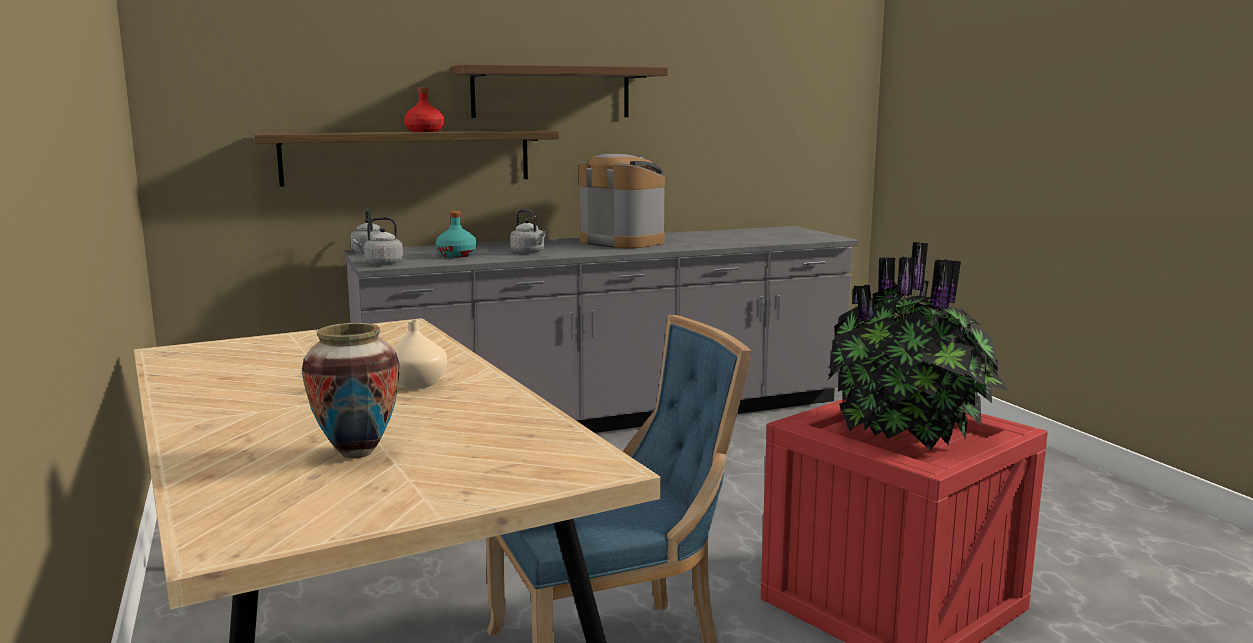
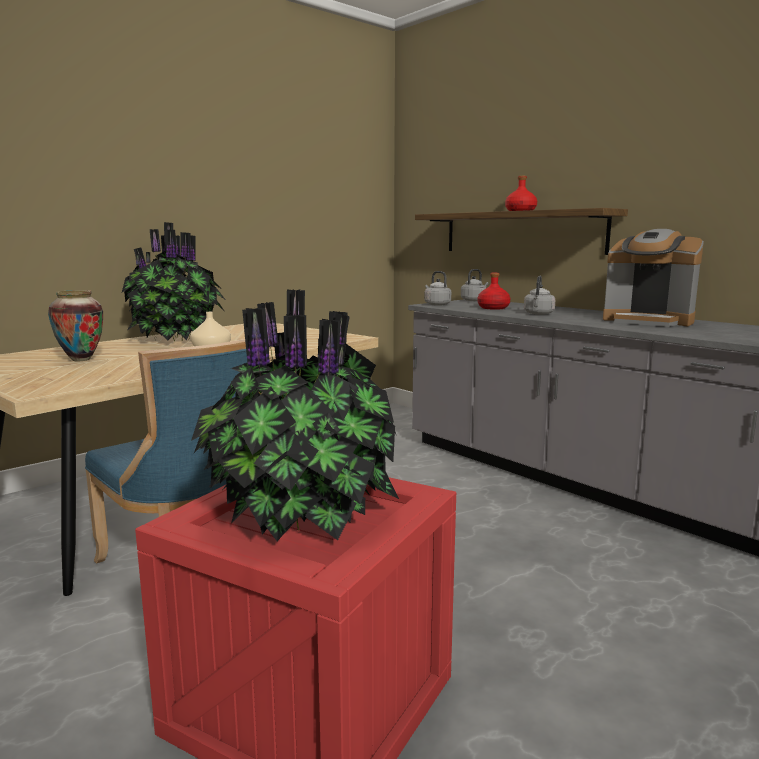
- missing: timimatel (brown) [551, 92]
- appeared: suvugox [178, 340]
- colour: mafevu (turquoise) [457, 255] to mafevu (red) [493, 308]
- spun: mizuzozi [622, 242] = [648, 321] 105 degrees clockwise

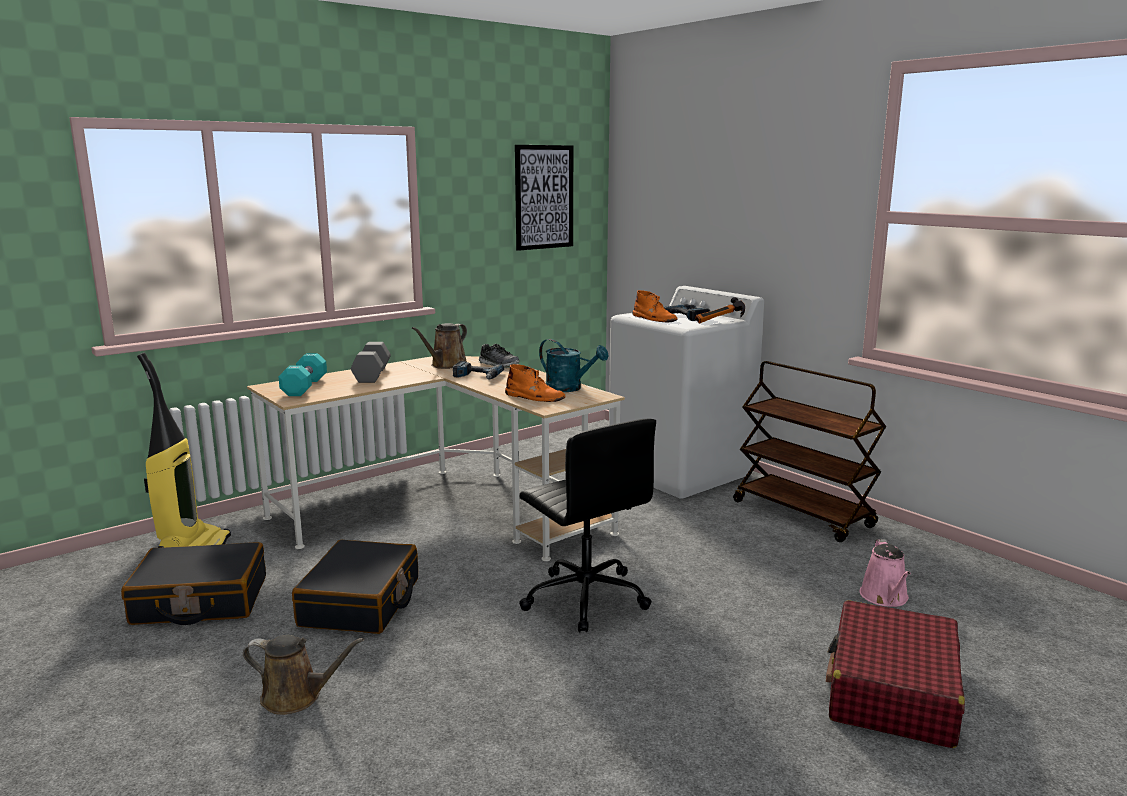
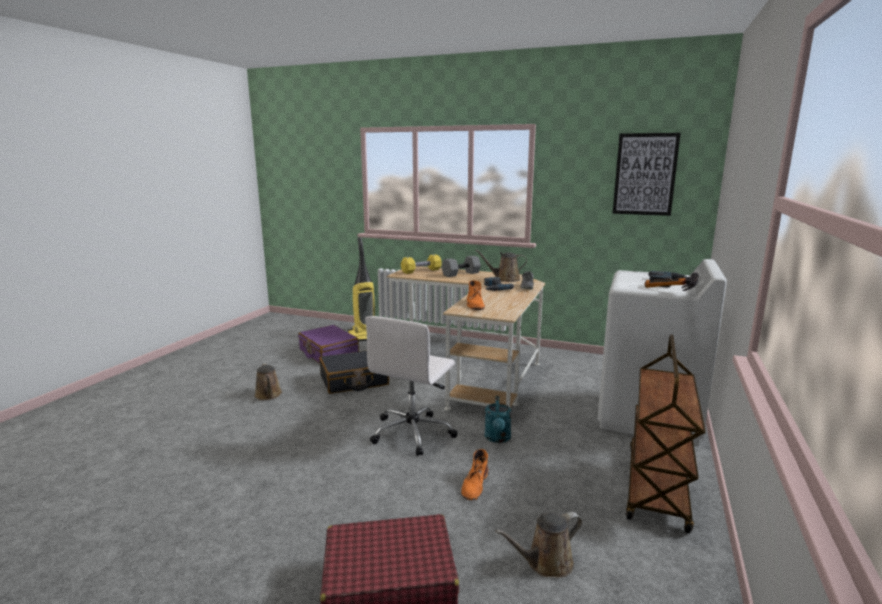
- relocated: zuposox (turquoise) [569, 388] to [498, 438]
- relocated: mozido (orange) [654, 318] to [475, 485]
- colour: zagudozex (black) [200, 601] to zagudozex (purple) [328, 353]
- colour: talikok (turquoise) [304, 387] to talikok (yellow) [421, 271]
- colour: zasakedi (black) [585, 597] to zasakedi (white) [413, 433]
- colour: zuposox (pink) [885, 598] to zuposox (brown) [545, 563]

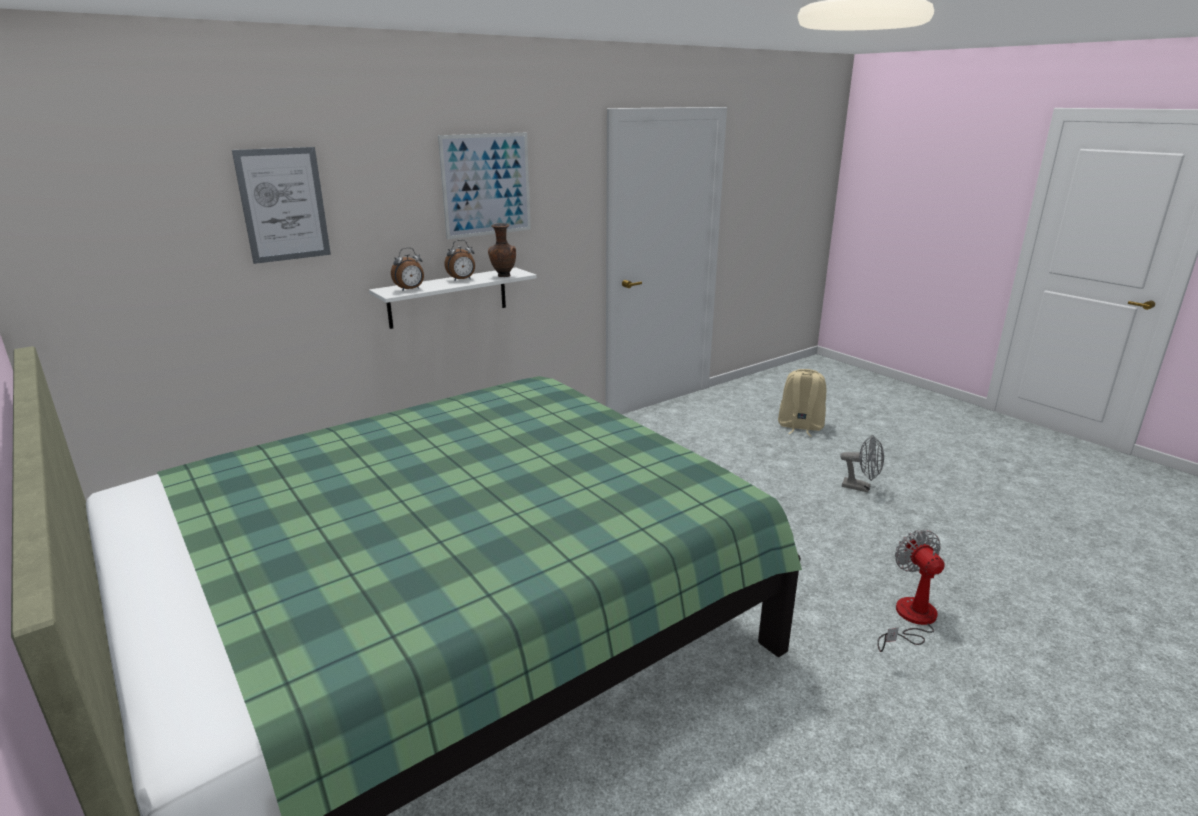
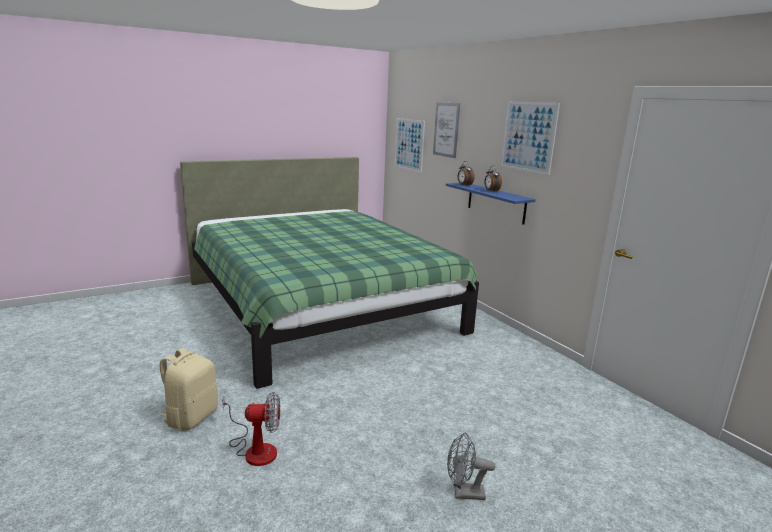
- missing: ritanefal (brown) [503, 276]
- appeared: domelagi [409, 144]
- relocated: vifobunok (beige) [800, 427] to [191, 417]
- colour: timimatel (white) [448, 297] to timimatel (blue) [496, 202]
- spun: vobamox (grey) [860, 487] = [464, 493] 60 degrees clockwise

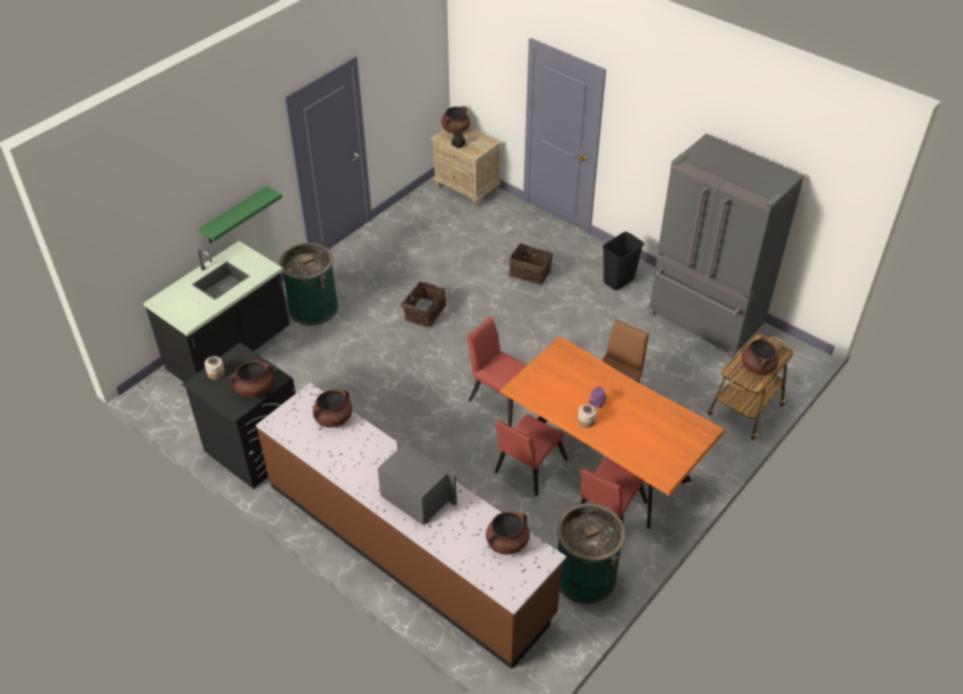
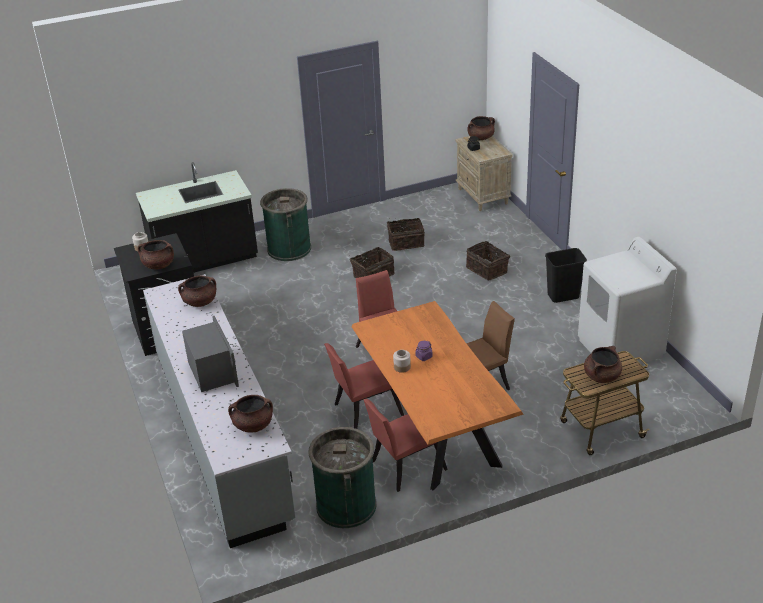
- missing: timimatel (green) [235, 216]
- appeared: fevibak [406, 242]
- exchanged: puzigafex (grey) [704, 320] to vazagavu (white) [620, 348]
- colour: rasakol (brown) [408, 548] to rasakol (grey) [222, 434]

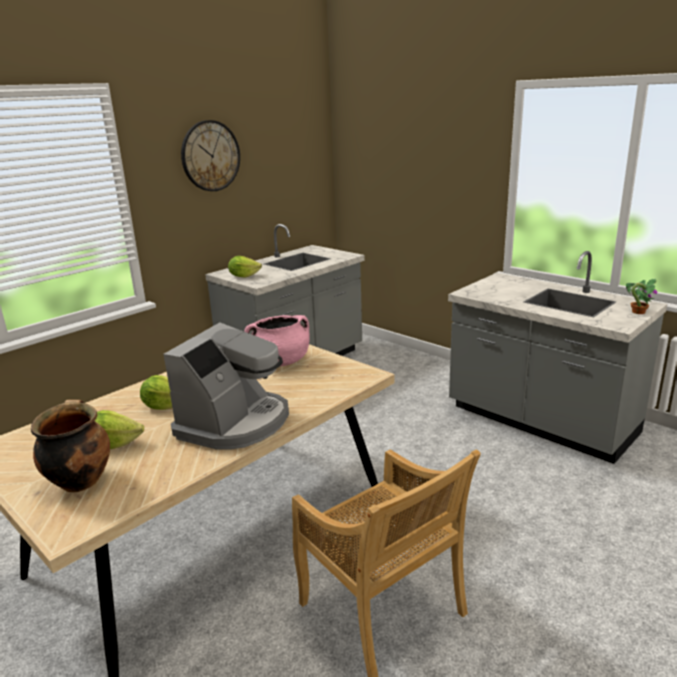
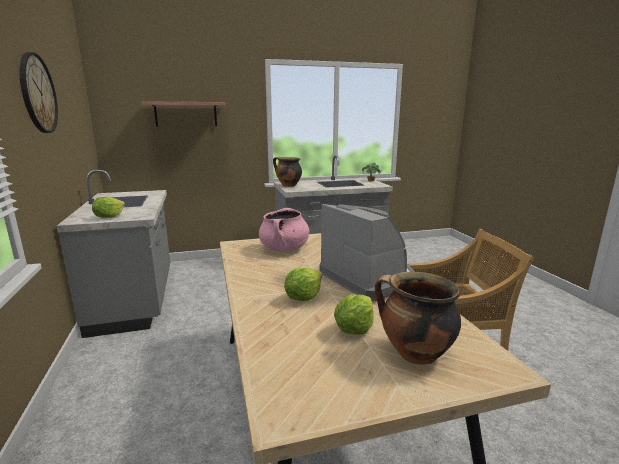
- appeared: timimatel [186, 114]
- appeared: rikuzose [288, 185]

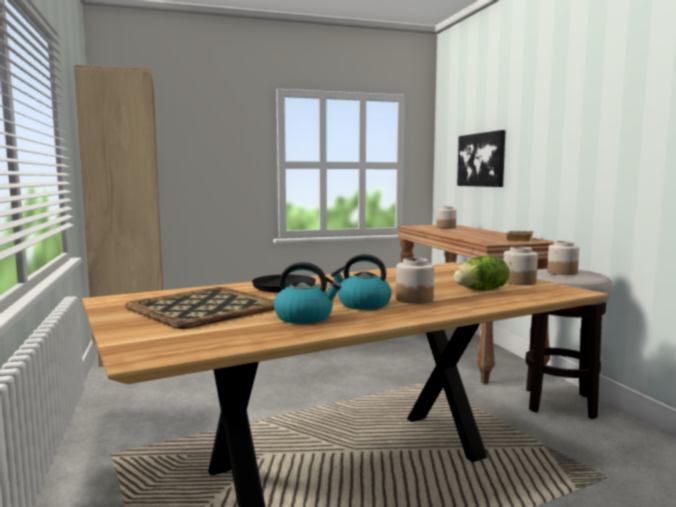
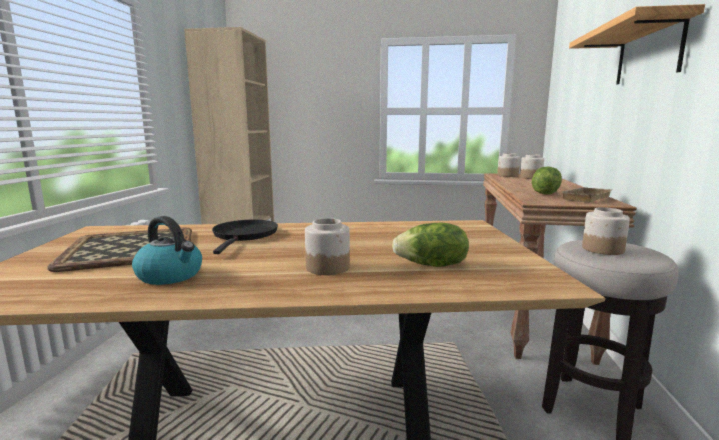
- missing: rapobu [363, 304]
- missing: domelagi [481, 160]
- appeared: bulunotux [545, 193]
- appeared: timimatel [648, 52]
- relocated: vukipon [519, 282] to [507, 175]

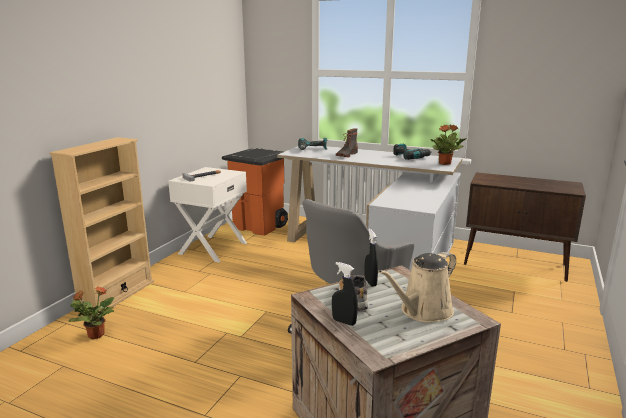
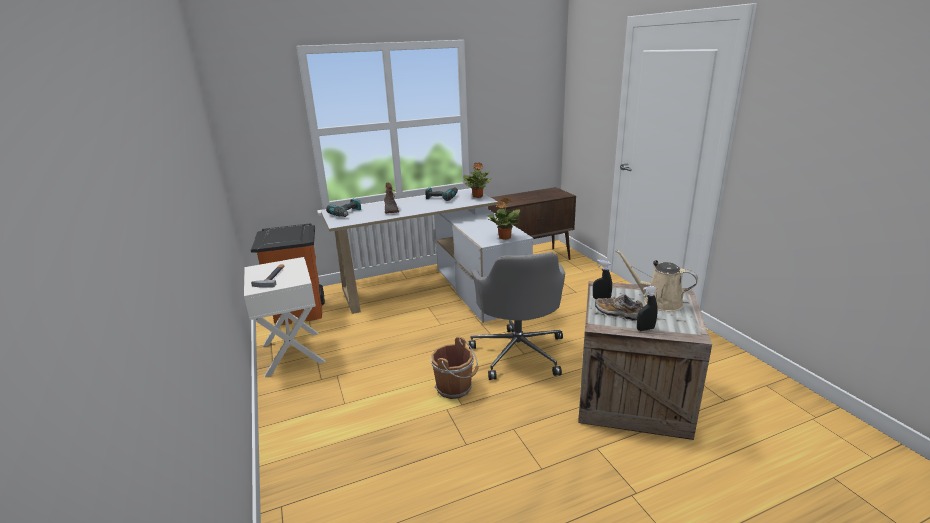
- missing: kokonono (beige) [117, 295]
- appeared: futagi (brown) [455, 388]
- relocated: suvugox [95, 335] to [504, 238]
- spun: zuposox (beige) [423, 312] = [658, 301] 120 degrees clockwise

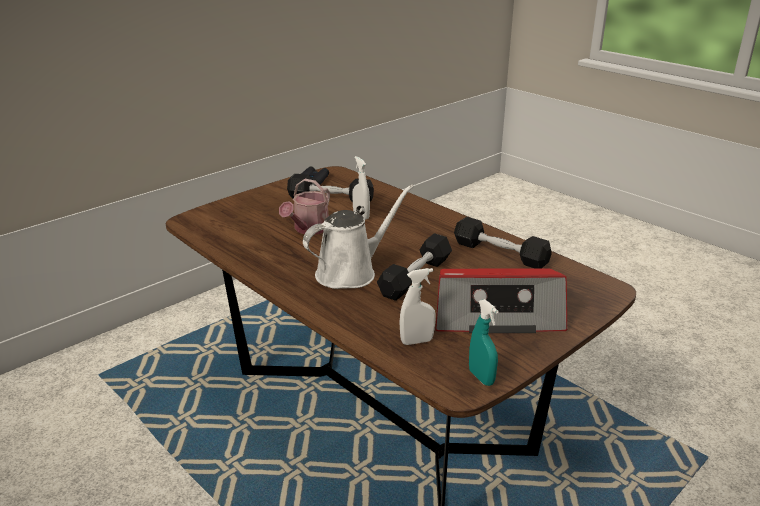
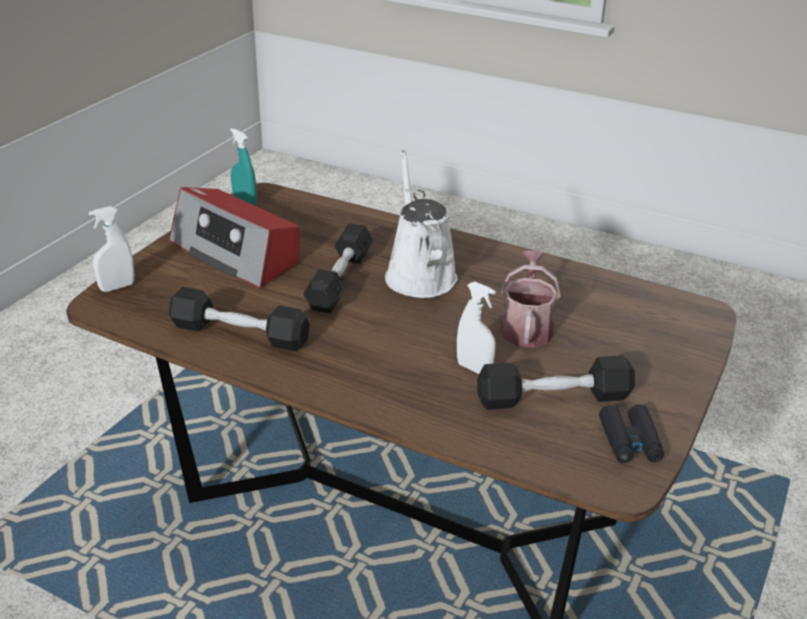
- relocated: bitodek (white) [417, 341] to [117, 287]
- spun: zuposox (white) [351, 272] = [419, 274] 135 degrees clockwise
- spun: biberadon [497, 315] = [236, 253] 120 degrees counterclockwise

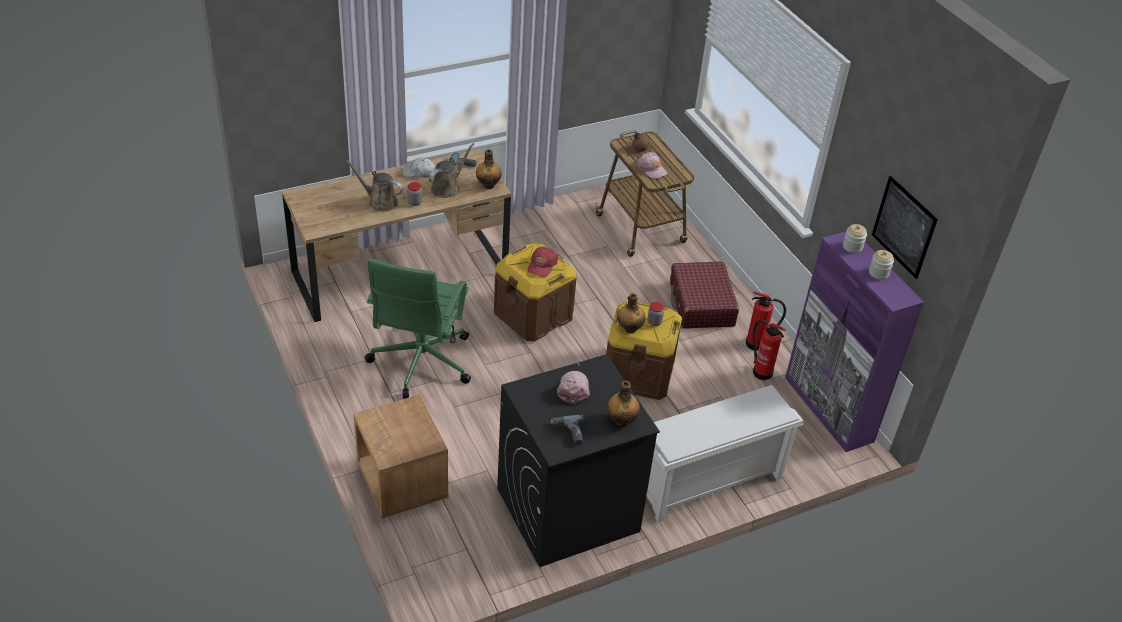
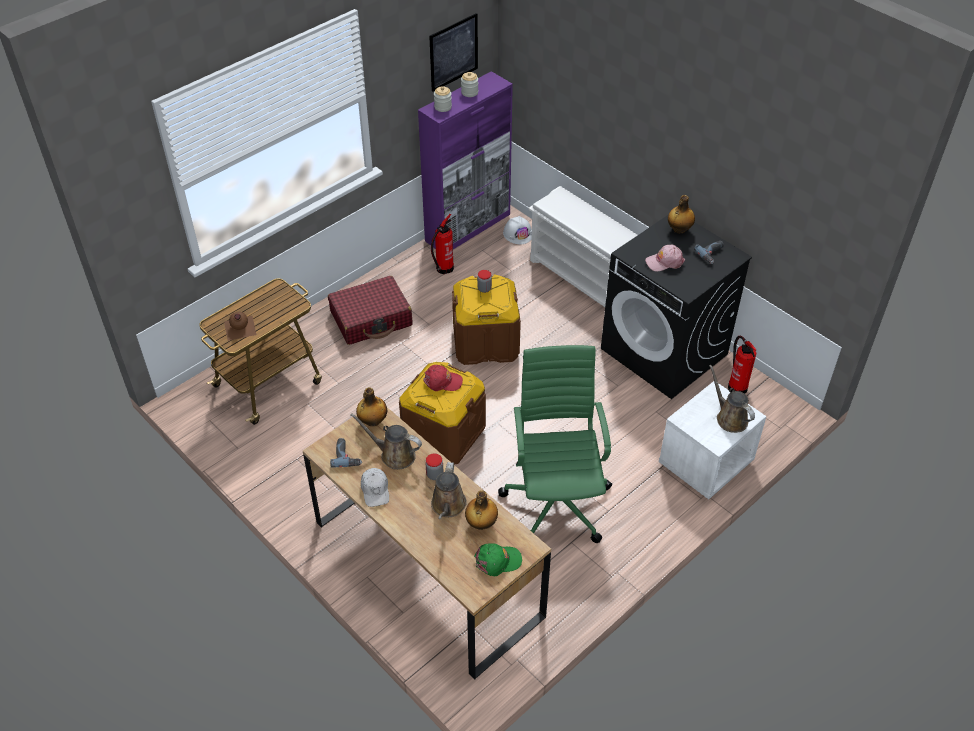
- missing: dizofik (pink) [651, 169]
- appeared: dizofik (green) [498, 561]
- appeared: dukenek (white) [518, 233]
- appeared: zuposox (brown) [729, 418]
- relocated: mafevu [629, 328] to [481, 524]
- relocated: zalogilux [757, 344] to [737, 386]
- colour: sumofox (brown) [401, 482] to sumofox (white) [705, 464]
- spun: zasakedi (green) [420, 363] = [557, 501] 90 degrees counterclockwise

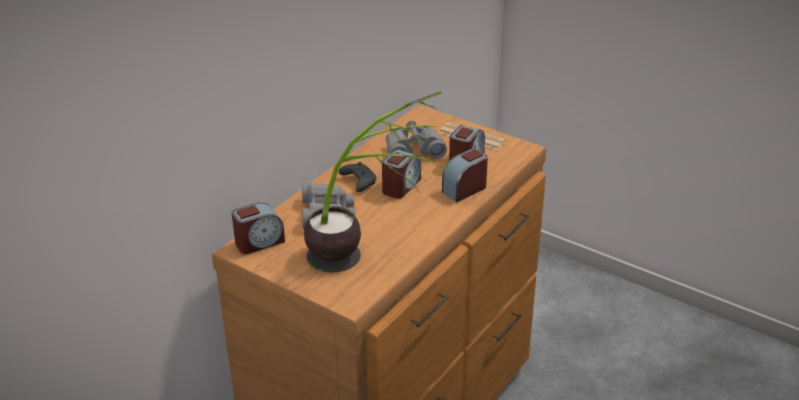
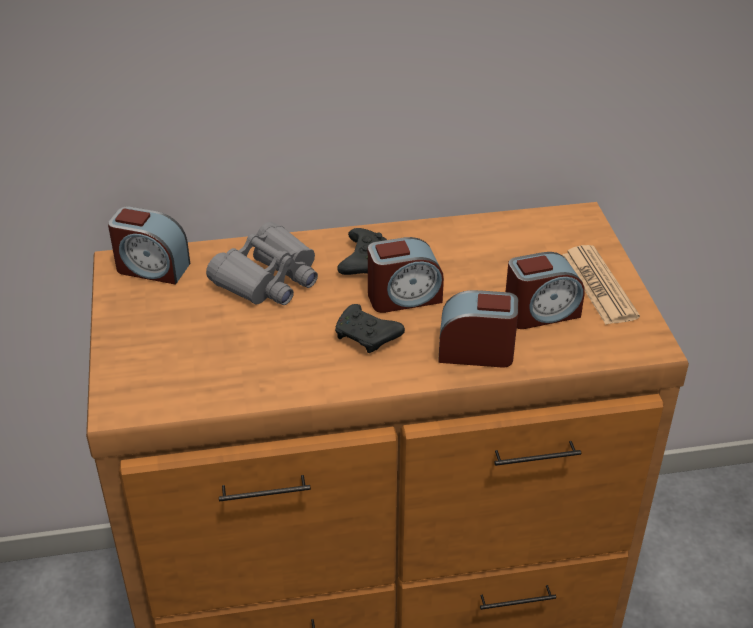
- missing: suvugox [366, 257]
- missing: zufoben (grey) [414, 150]
- appeared: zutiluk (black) [367, 337]

